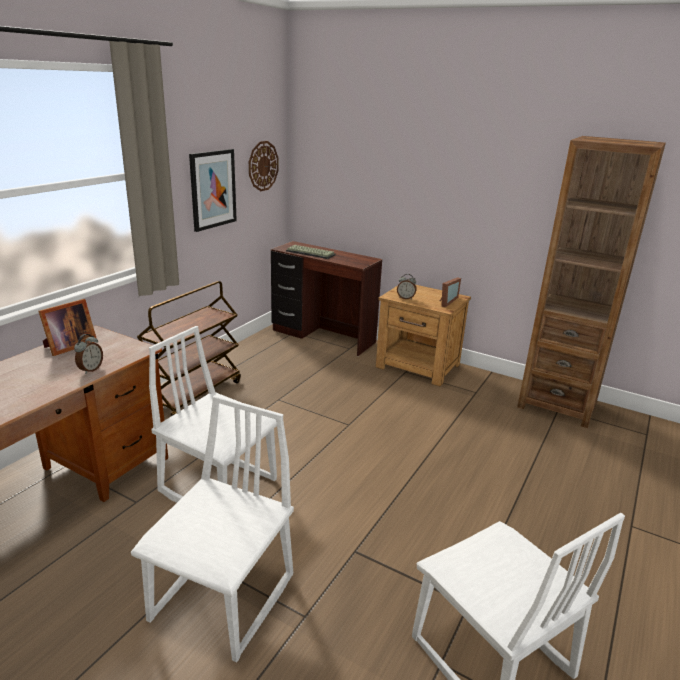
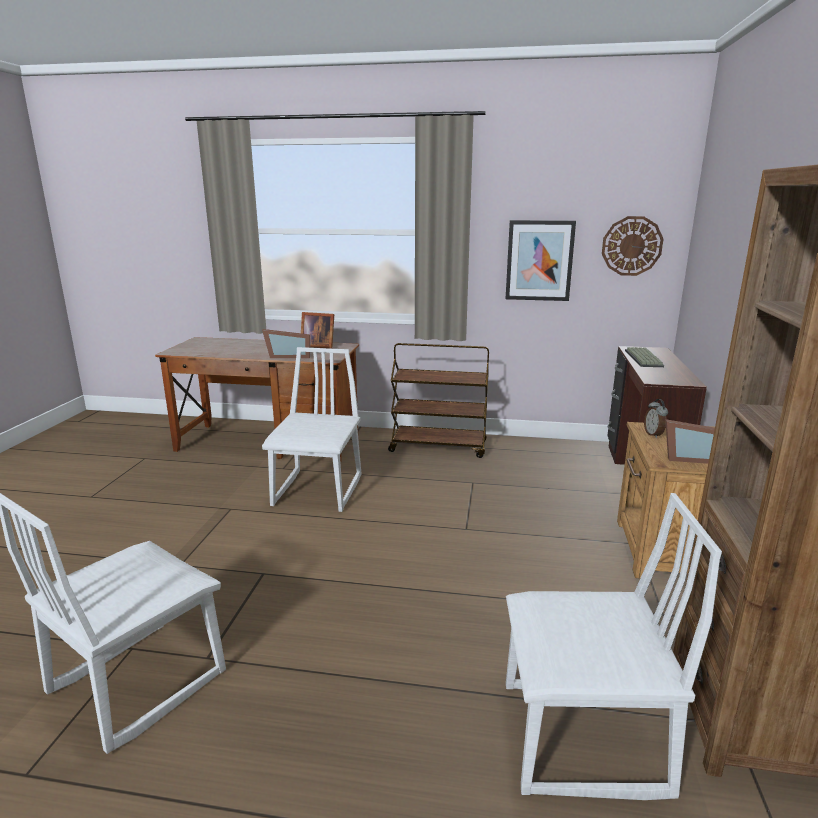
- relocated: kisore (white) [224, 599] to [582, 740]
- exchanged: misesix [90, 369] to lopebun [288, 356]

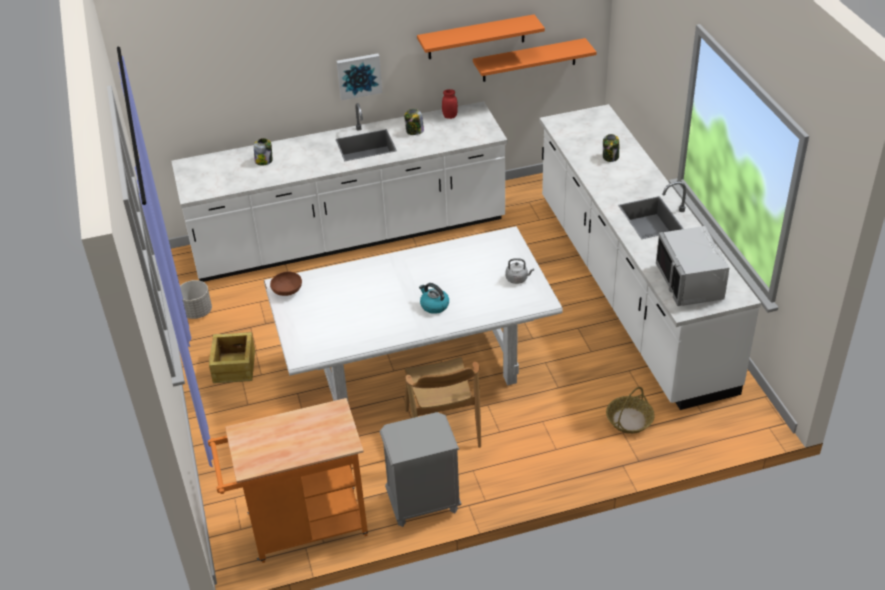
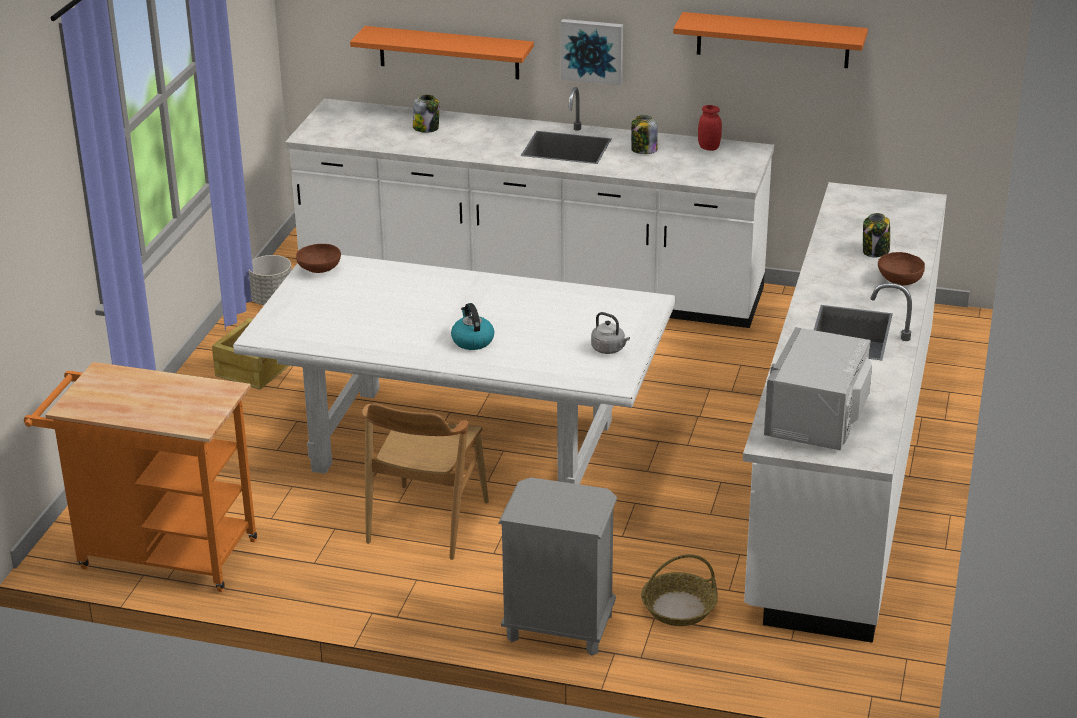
- appeared: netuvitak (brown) [899, 280]
- relocated: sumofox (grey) [422, 503] to [558, 628]
- relocated: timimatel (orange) [529, 60] to [449, 52]

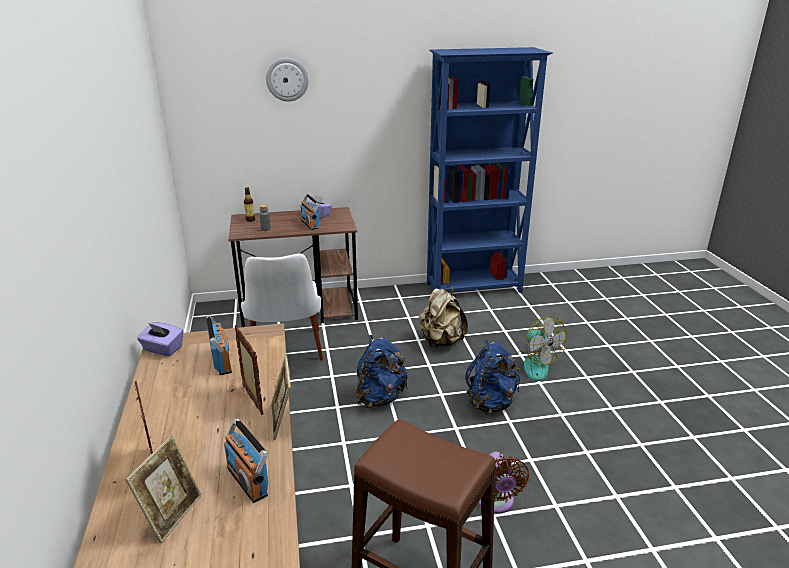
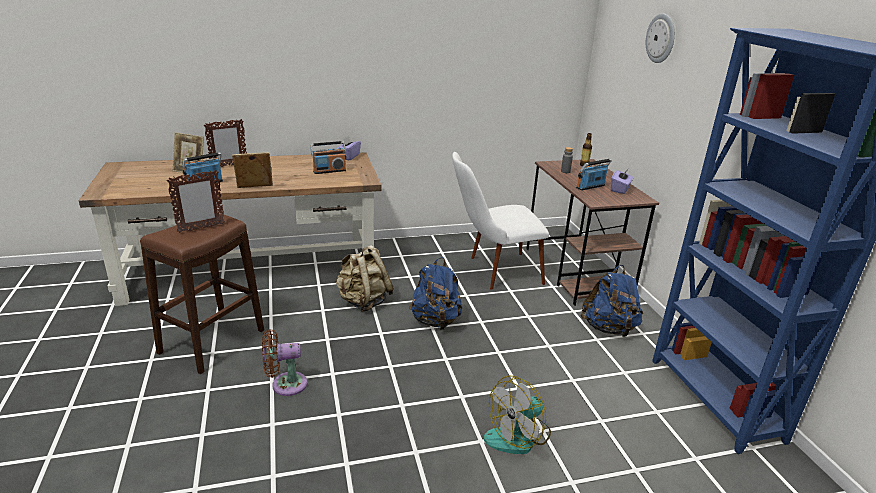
- relocated: lopebun [252, 400] to [201, 228]
- relocated: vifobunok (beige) [441, 342] to [363, 302]
- relocated: vifobunok (blue) [491, 403] to [609, 329]

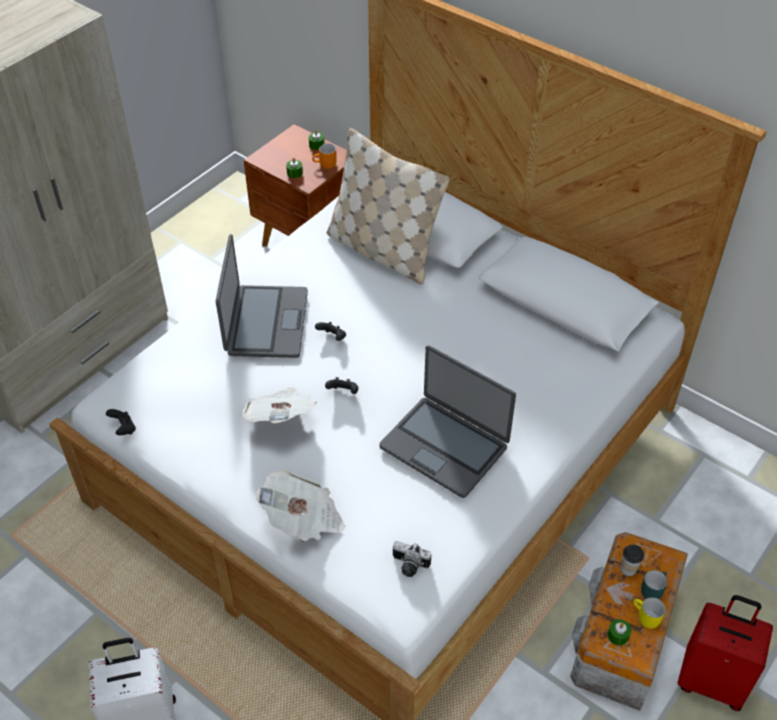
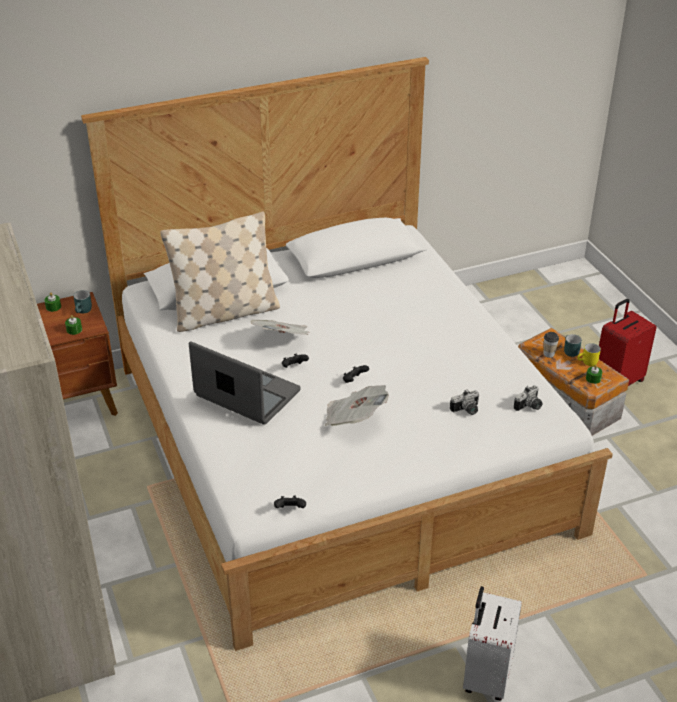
- missing: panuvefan [444, 446]
- appeared: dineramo [466, 410]
- relocated: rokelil [303, 519] to [283, 339]
- colour: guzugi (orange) [325, 165] to guzugi (turquoise) [84, 311]

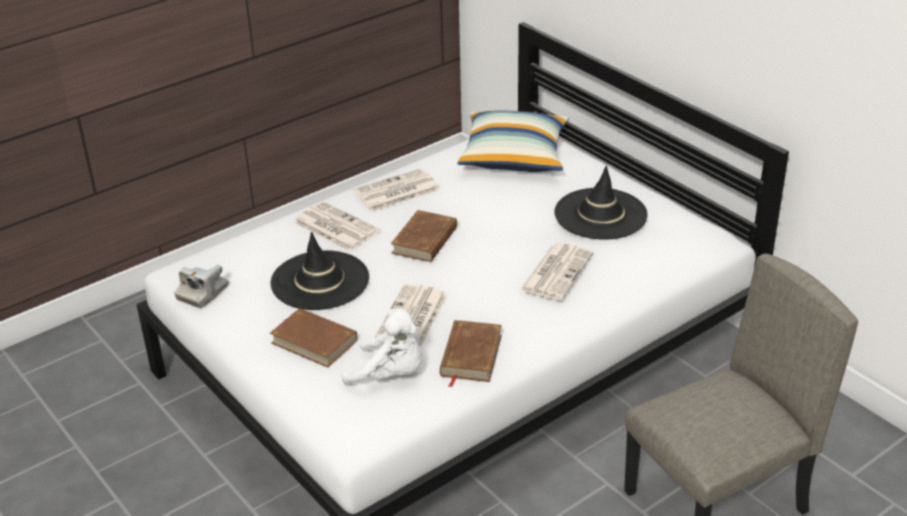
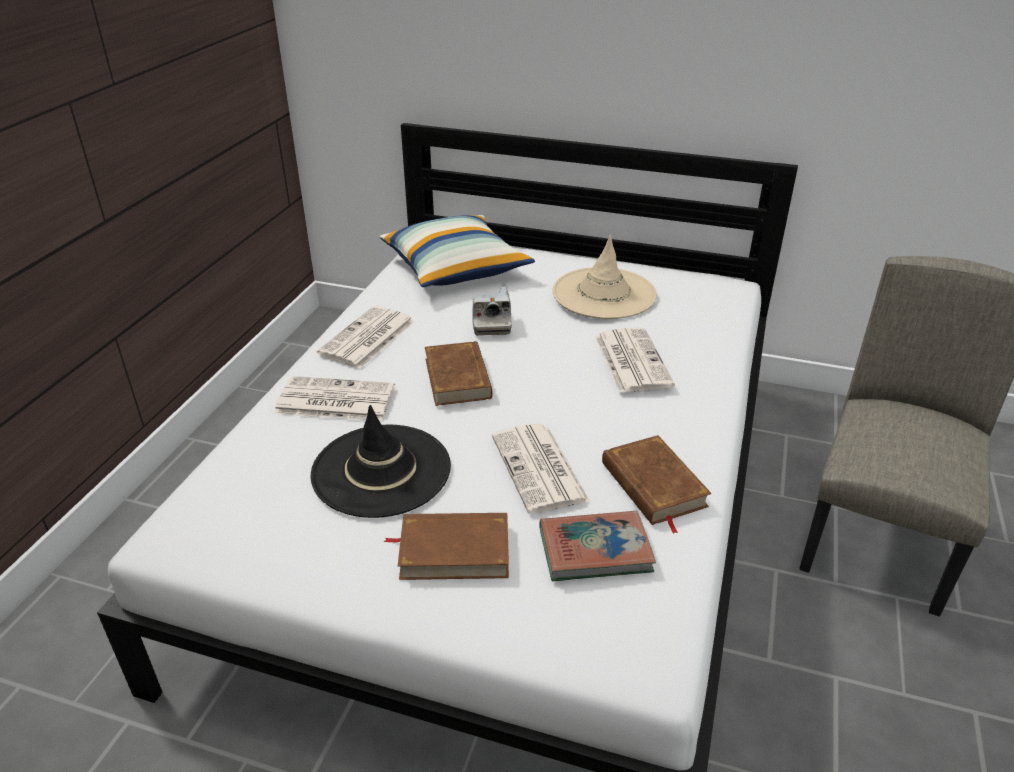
- relocated: dineramo [203, 293] to [491, 323]
- exchanged: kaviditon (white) [391, 375] to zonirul [595, 550]
- colour: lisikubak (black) [600, 214] to lisikubak (beige) [603, 294]

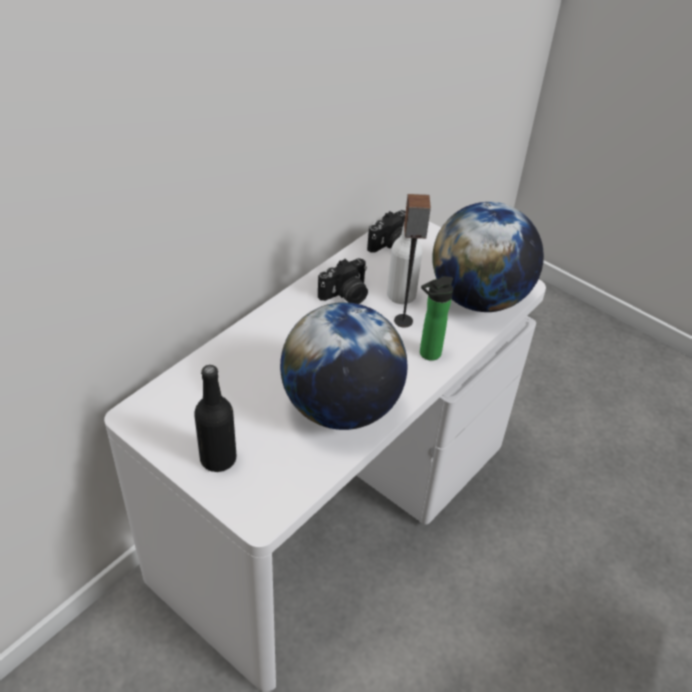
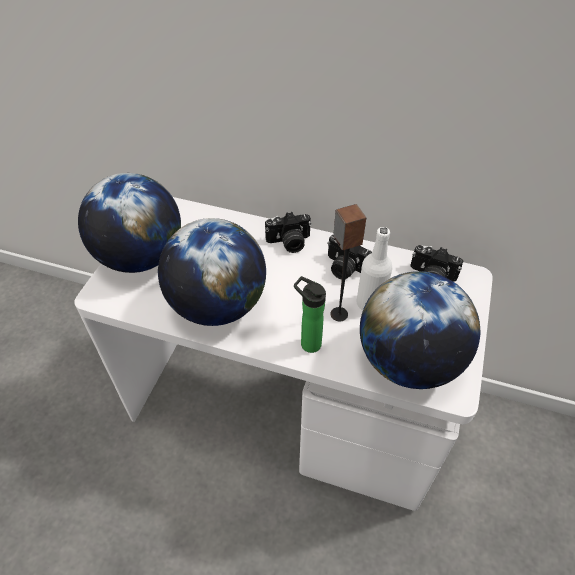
- appeared: dineramo [289, 243]
- exchanged: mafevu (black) [218, 459] to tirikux [141, 257]

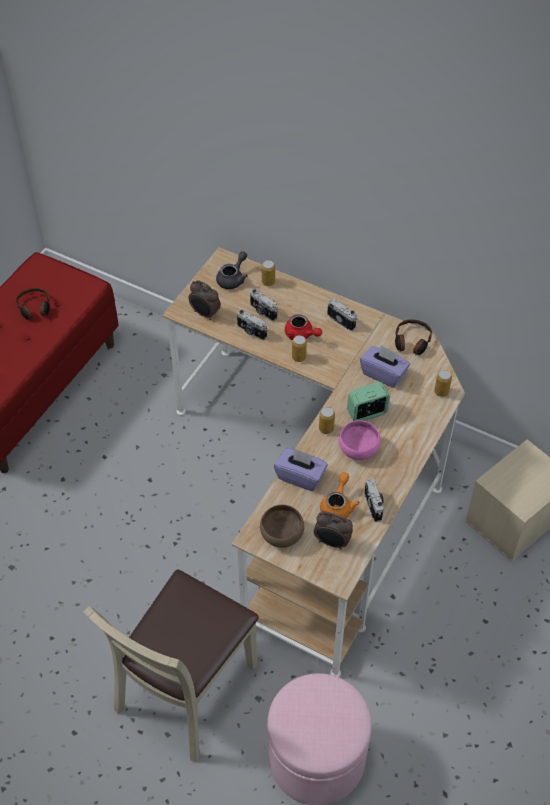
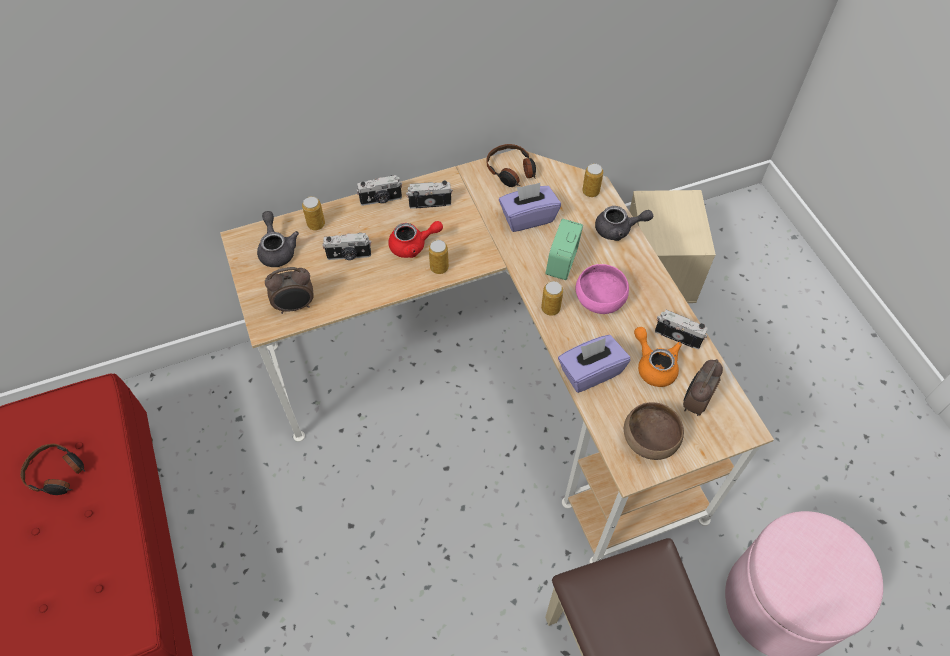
- appeared: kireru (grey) [618, 230]
- relocated: dineramo [251, 332] to [381, 200]
- spun: misesix [332, 542] = [694, 402] 150 degrees clockwise

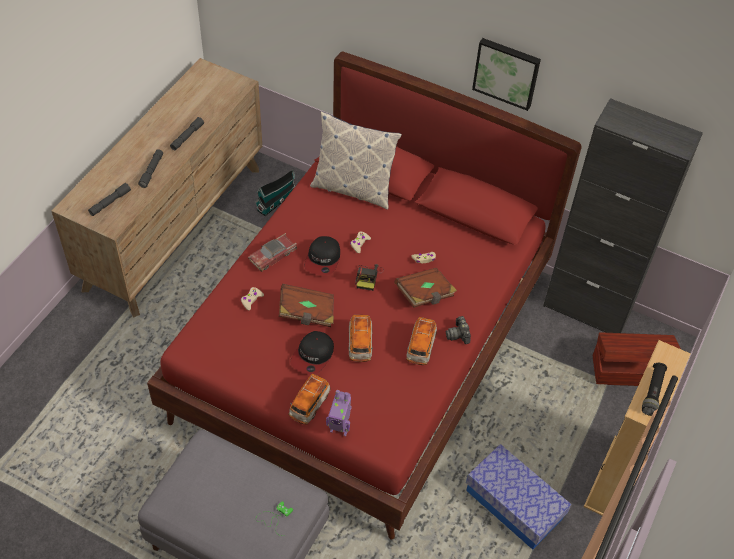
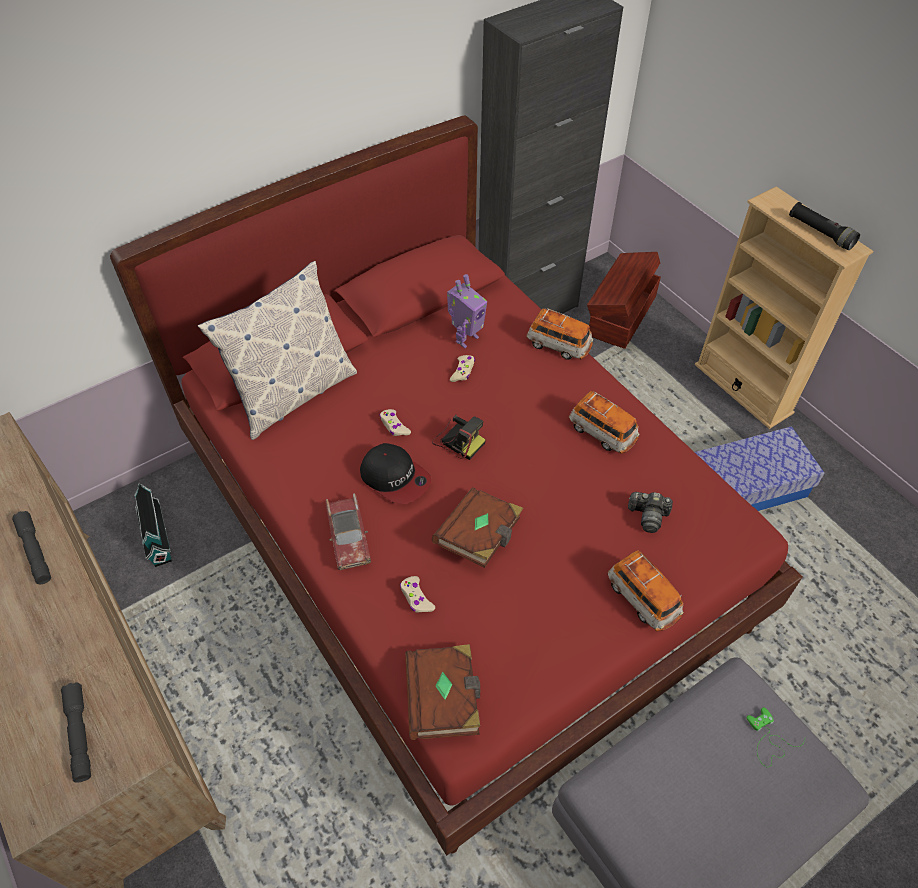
- missing: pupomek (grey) [151, 171]
- missing: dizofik [313, 356]
- missing: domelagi [507, 72]
- relocated: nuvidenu [339, 428] to [466, 339]
- relocated: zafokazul [360, 344] to [558, 345]
- relocated: zonirul (brown) [425, 295] to [444, 698]
- relocated: dineramo [458, 335] to [648, 516]

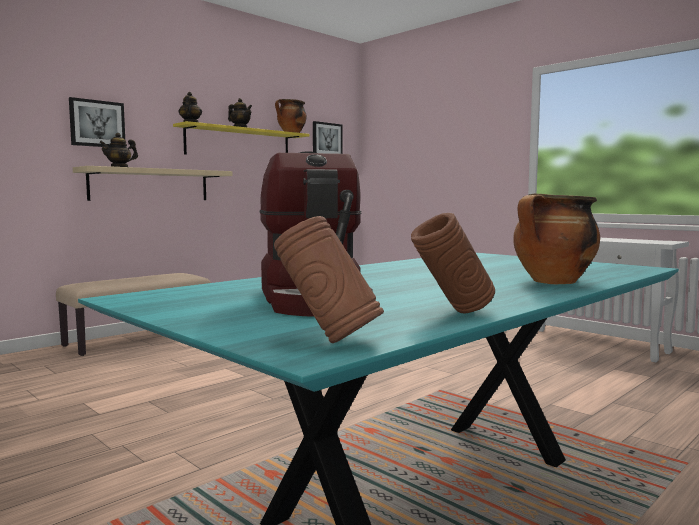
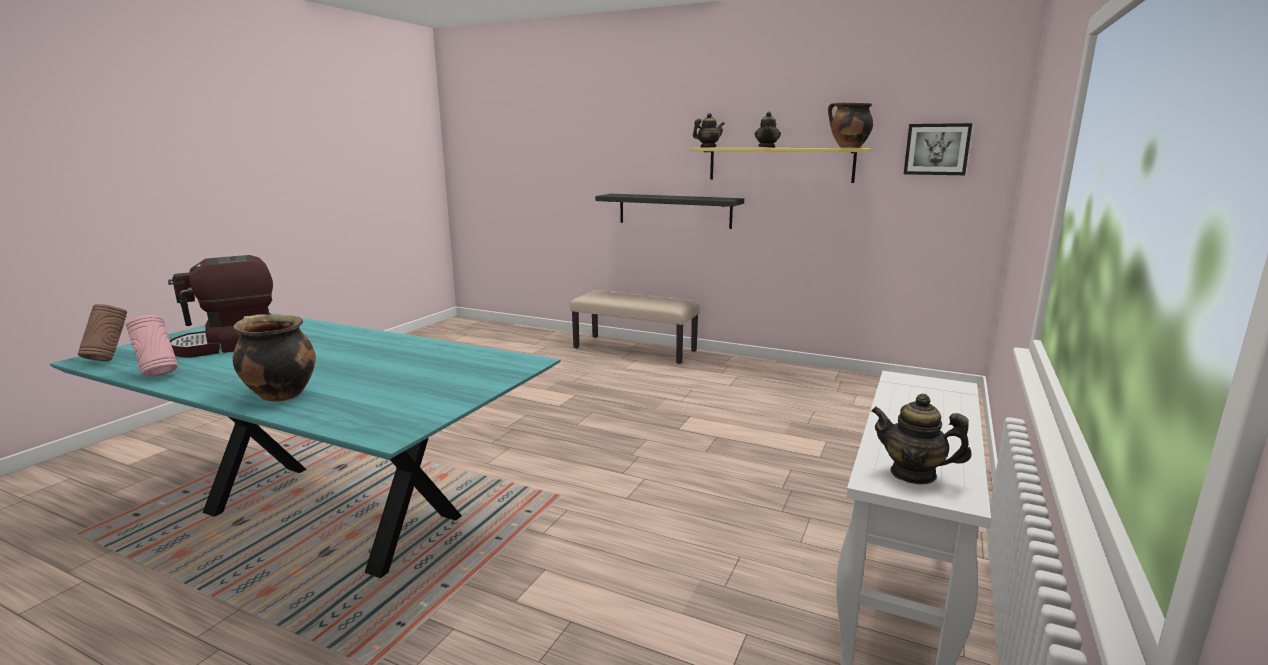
- missing: domelagi [97, 123]
- relocated: kireru [119, 167] to [913, 474]
- colour: timimatel (beige) [150, 185] to timimatel (black) [674, 210]
- colour: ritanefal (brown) [452, 313] to ritanefal (pink) [158, 374]

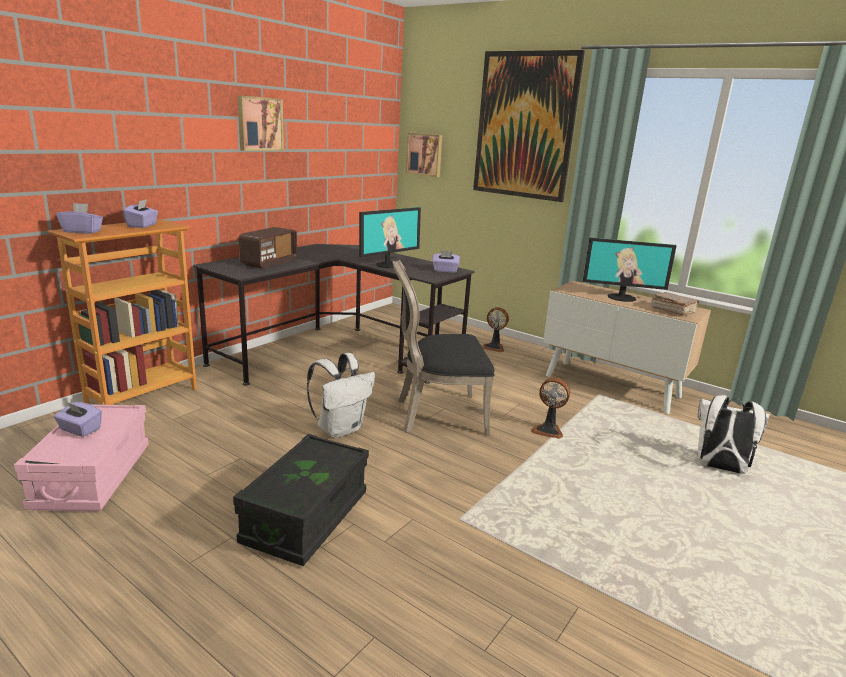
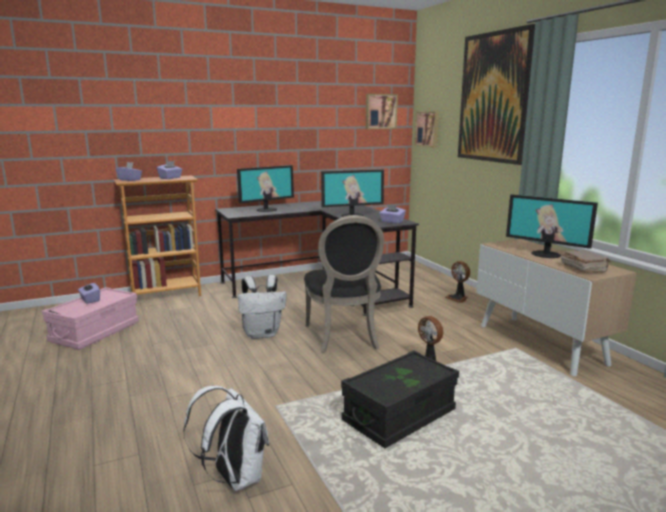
- relocated: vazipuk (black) [306, 518] to [399, 416]
- relocated: domelagi [259, 124] to [380, 111]
- relocated: vifobunok (white) [719, 468] to [234, 478]
- exchanged: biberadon [269, 262] to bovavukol [266, 209]
- spun: kisore (black) [437, 415] = [344, 338] 120 degrees counterclockwise

